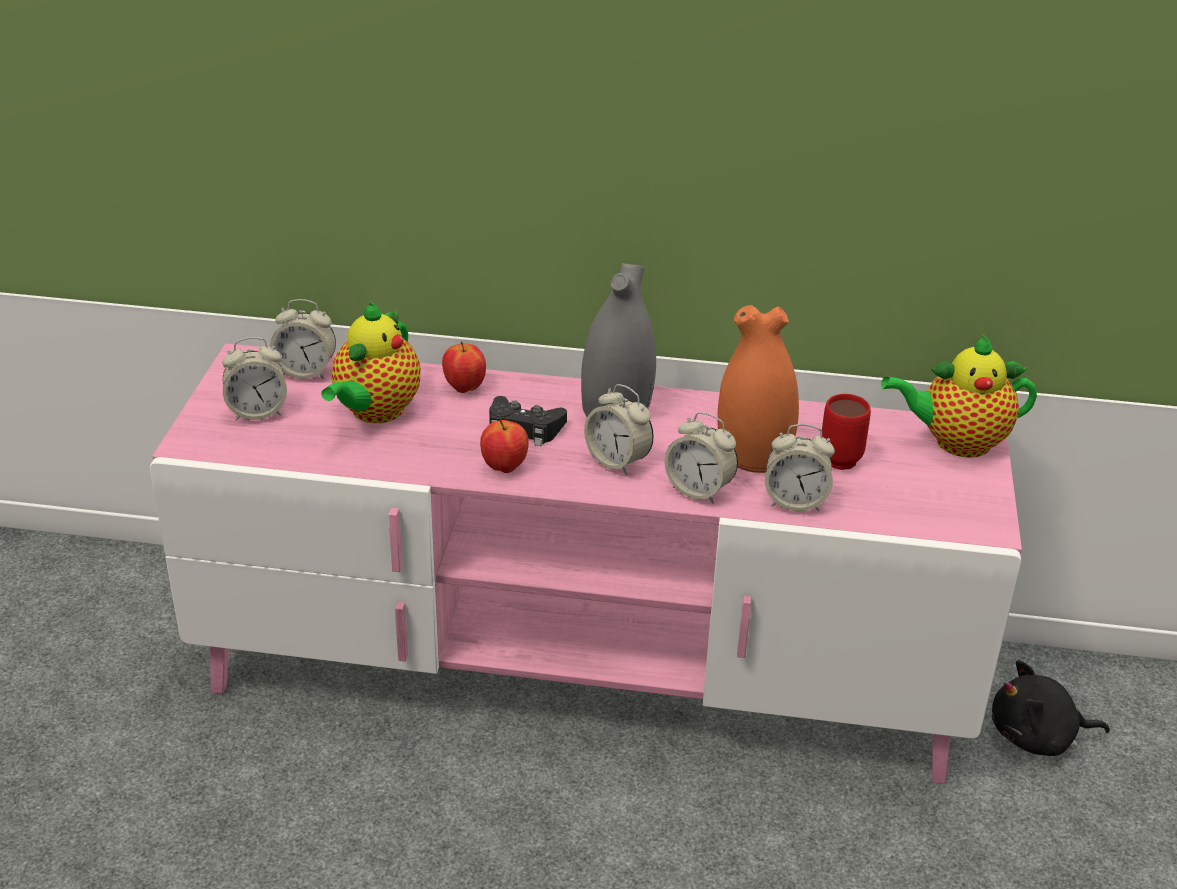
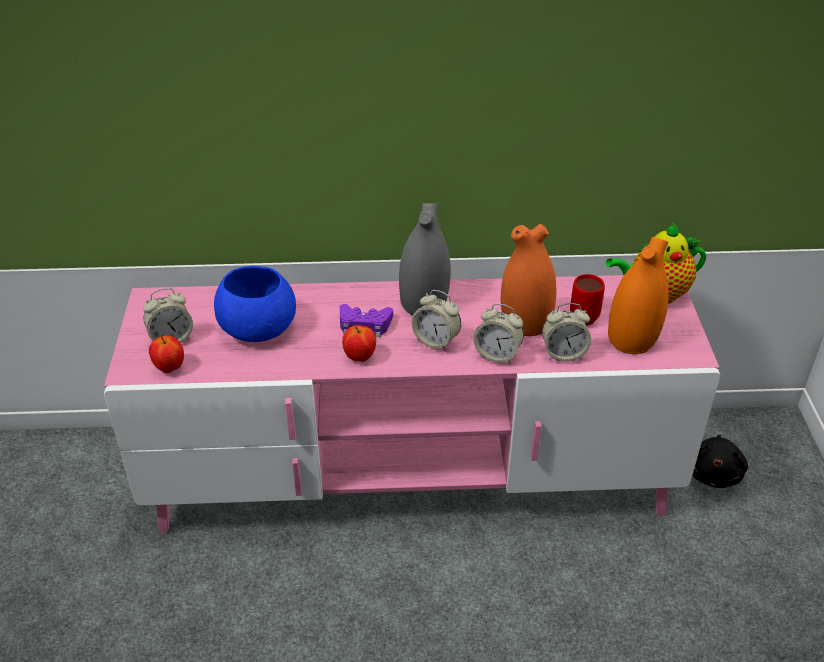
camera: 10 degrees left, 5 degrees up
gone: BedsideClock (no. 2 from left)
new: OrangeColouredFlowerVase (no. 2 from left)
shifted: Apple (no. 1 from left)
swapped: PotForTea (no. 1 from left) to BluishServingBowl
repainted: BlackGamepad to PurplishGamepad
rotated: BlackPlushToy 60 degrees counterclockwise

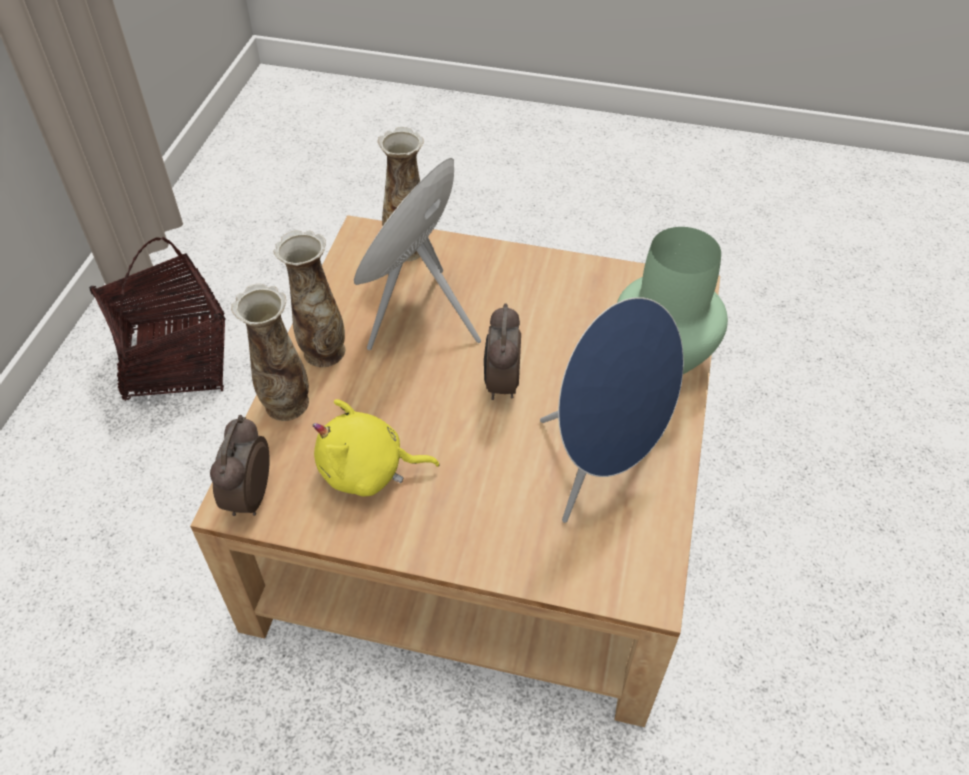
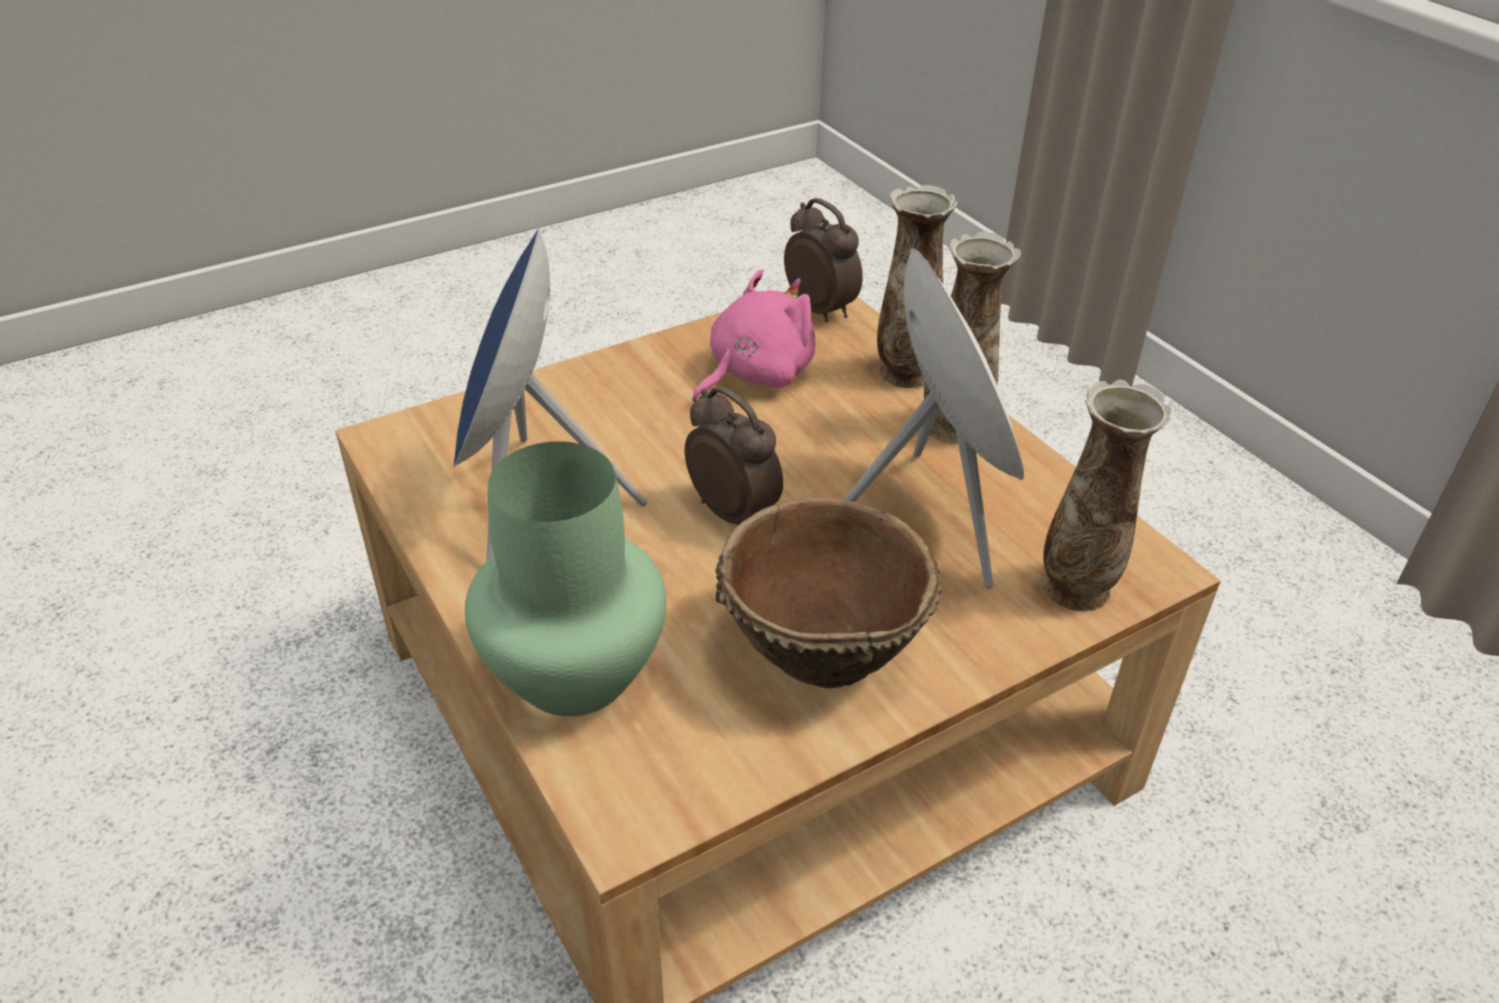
camera: 135 degrees right, 10 degrees down
gone: StorageBasket
new: BrownServingBowl
repainted: YellowishPlushToy to PinkPlushToy

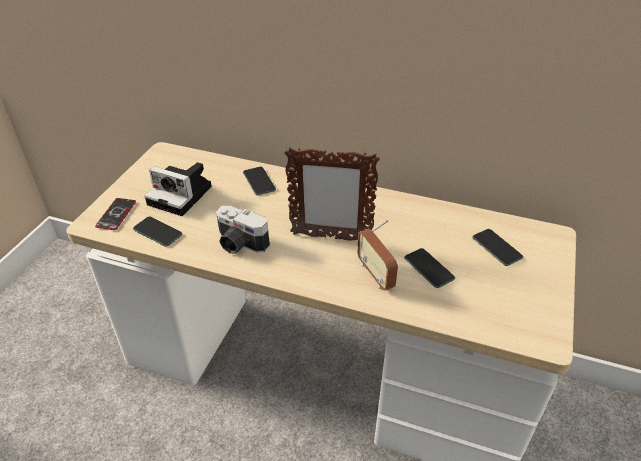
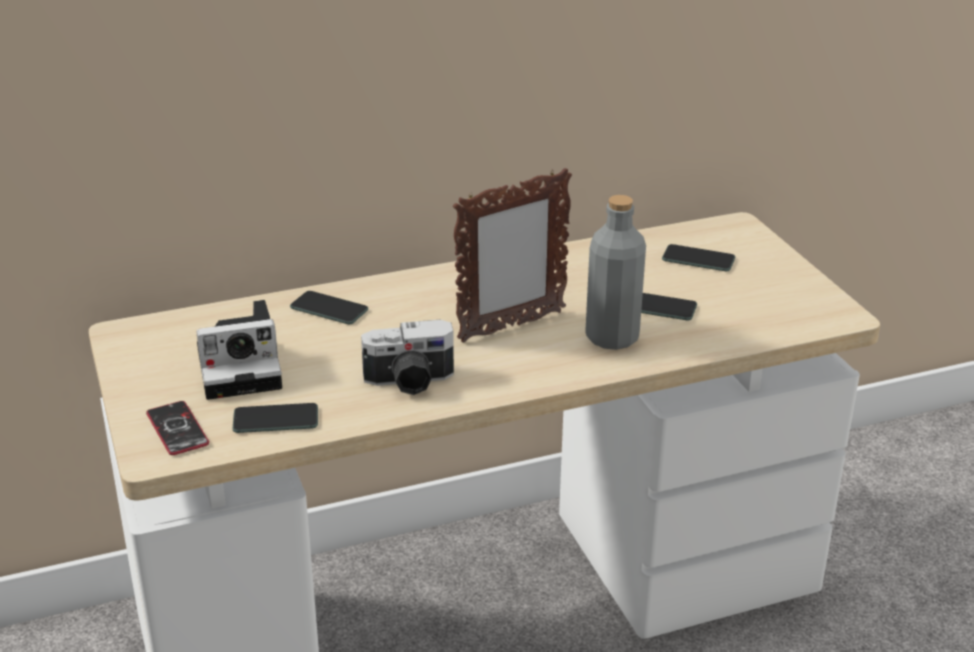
camera: 40 degrees left, 10 degrees down
swapped: RadioReceiver to GreyishBeverageBottle

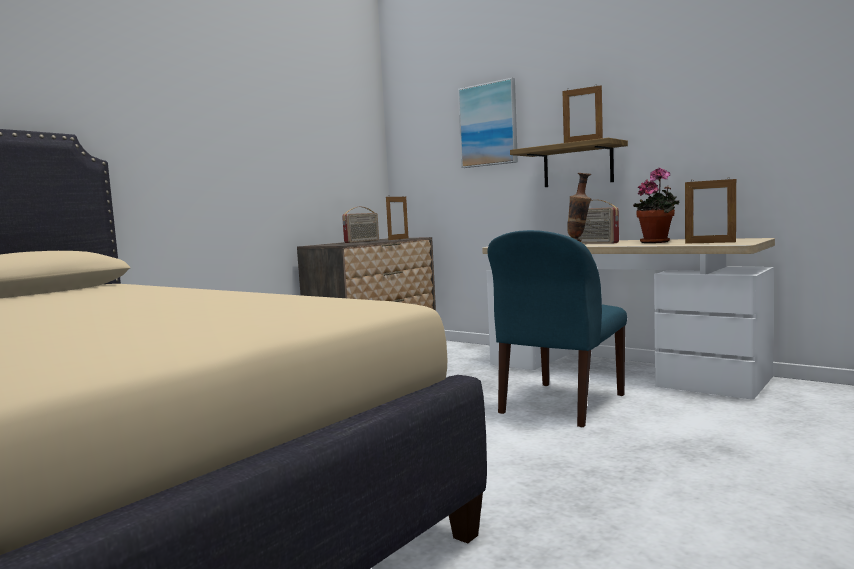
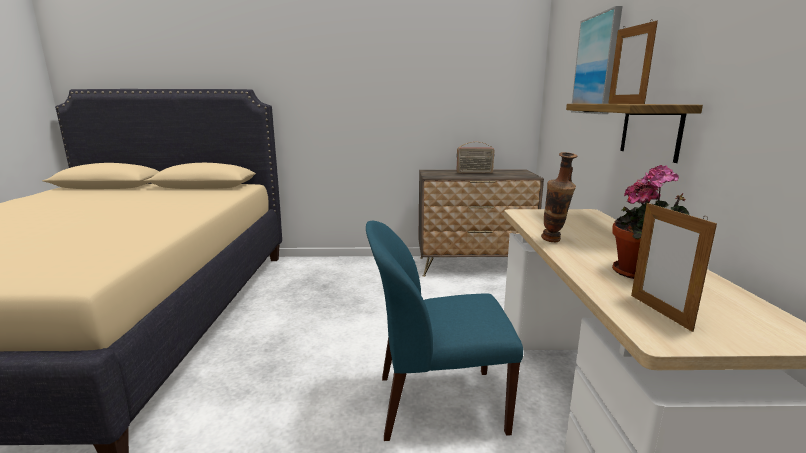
camera: 50 degrees right, 10 degrees up
gone: StandingFrame (no. 1 from left); RadioReceiver (no. 2 from left)

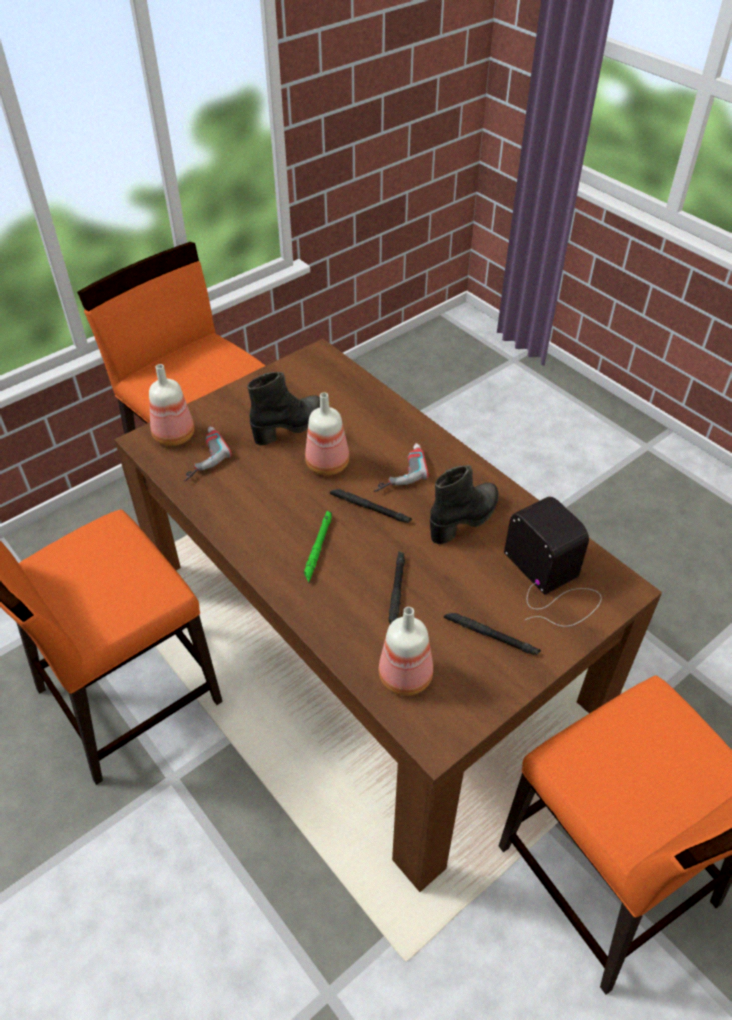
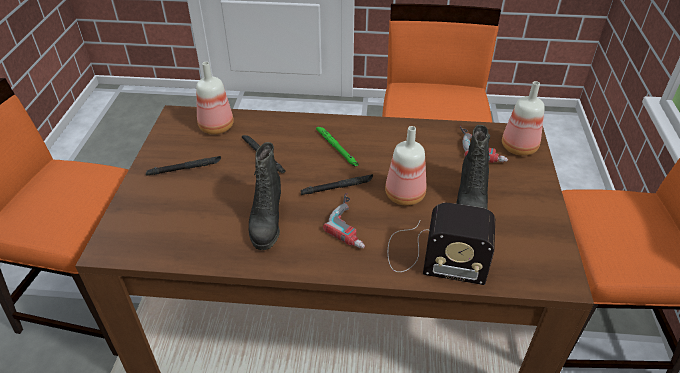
camera: 135 degrees right, 5 degrees down
shifted: RadioReceiver

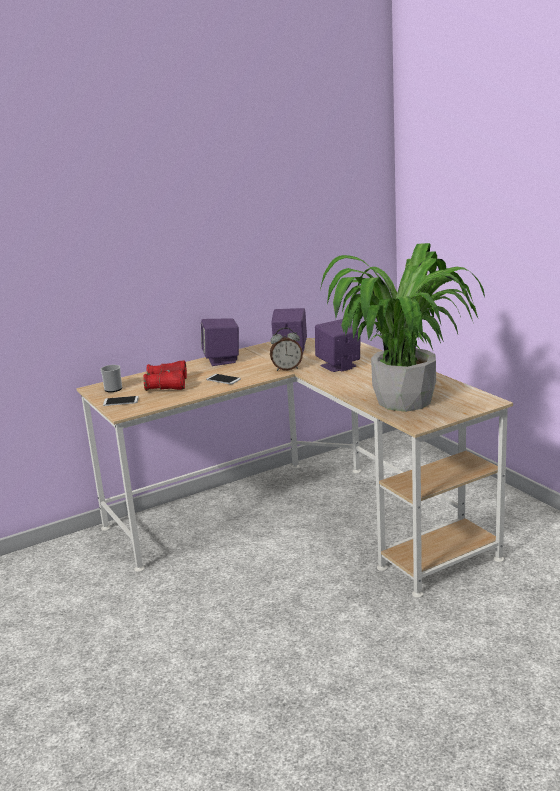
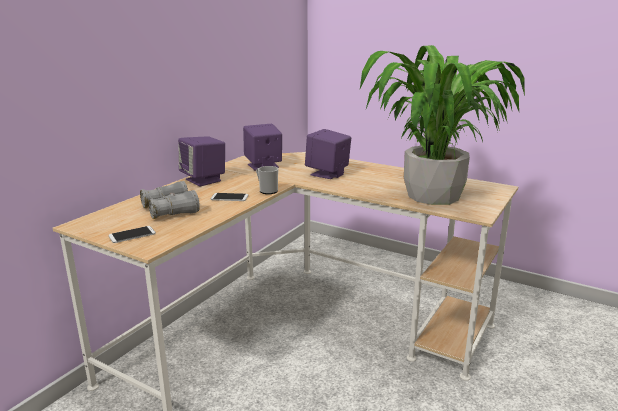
camera: 30 degrees left, 0 degrees up
gone: BedsideClock
shifted: CoffeeMug
repainted: RedFieldGlasses to GreyishFieldGlasses

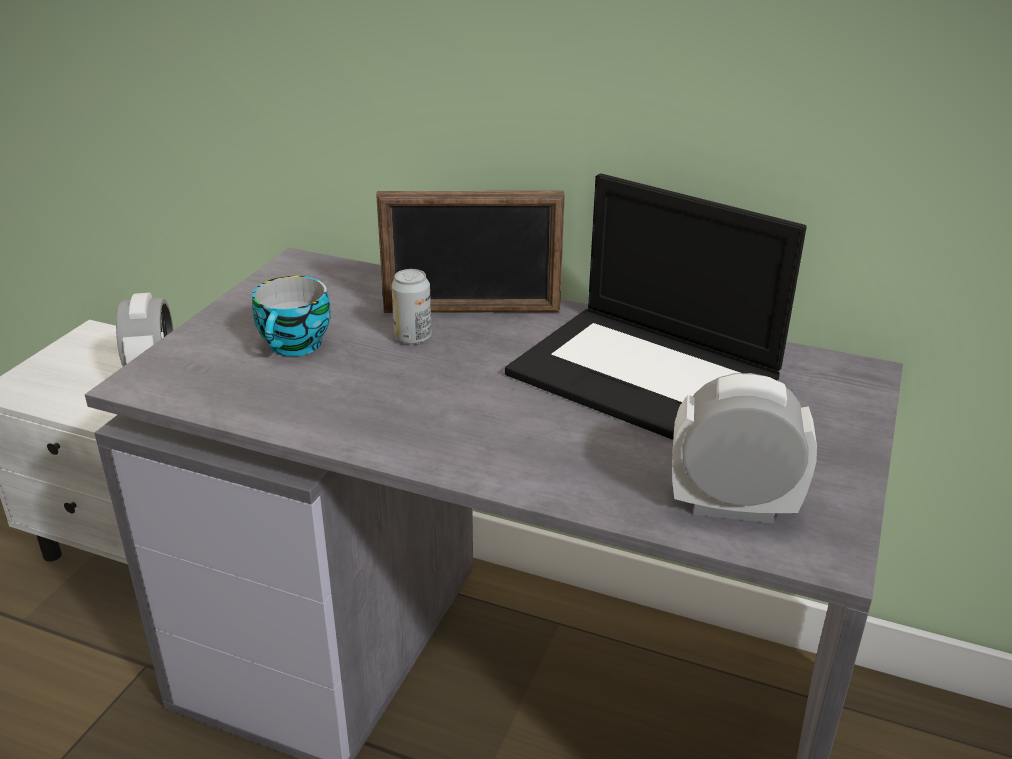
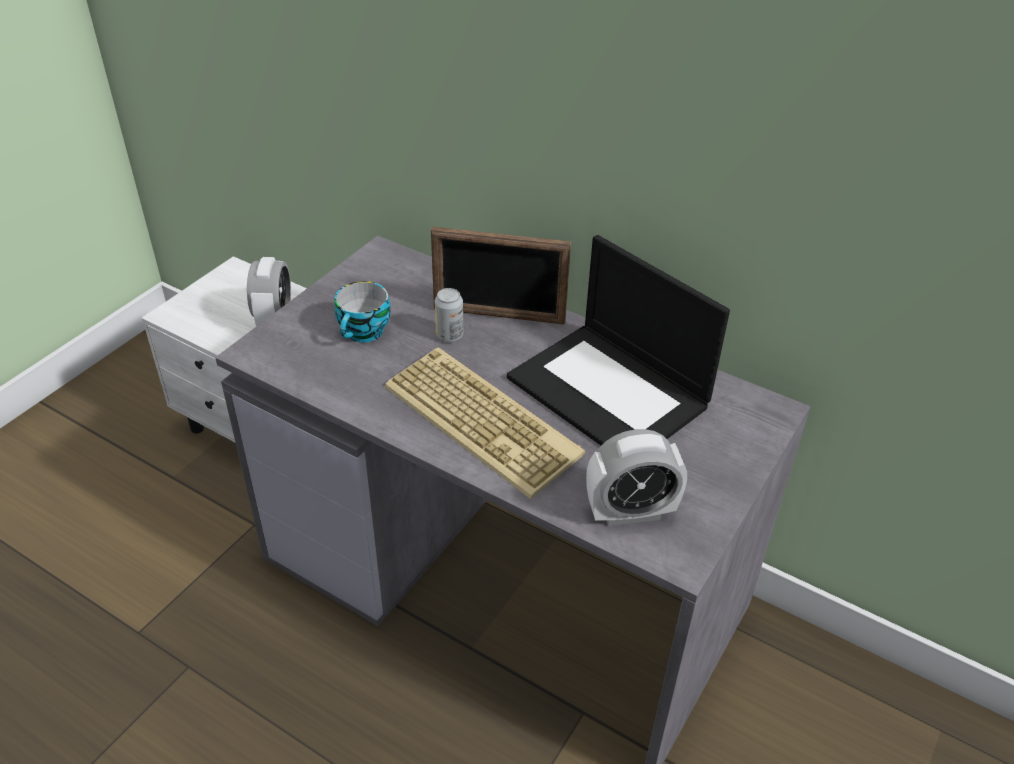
camera: 10 degrees right, 10 degrees up
new: Keyboard
rotated: BedsideClock (no. 2 from left) 150 degrees clockwise

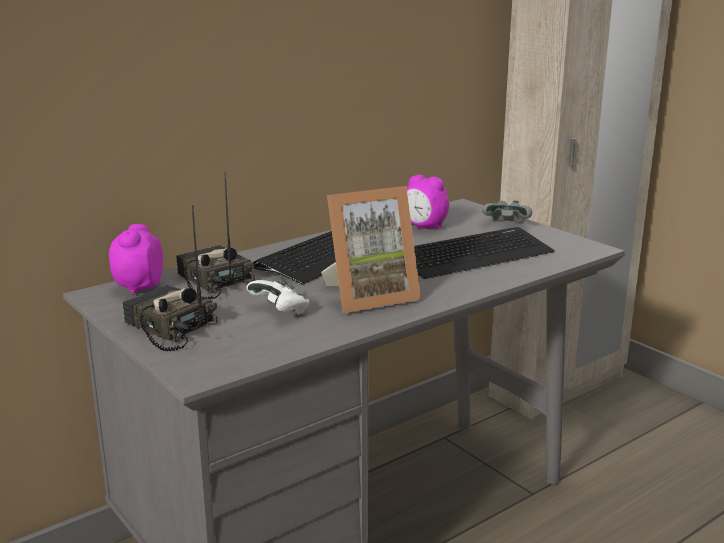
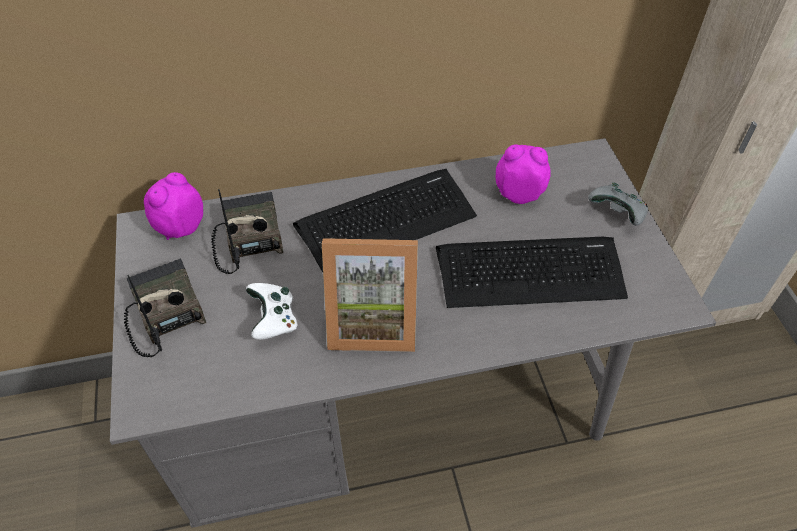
camera: 25 degrees right, 30 degrees up
rotated: BedsideClock (no. 2 from left) 135 degrees clockwise

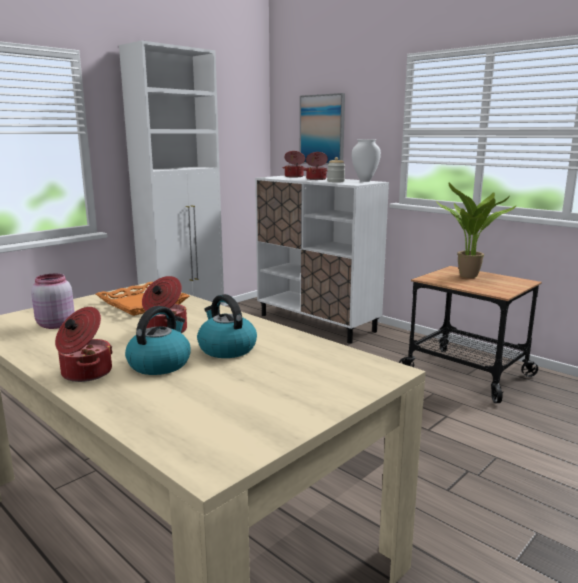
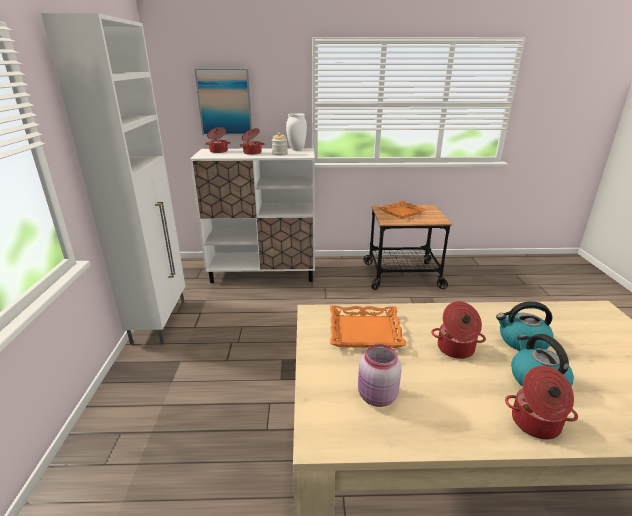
camera: 45 degrees left, 10 degrees up
swapped: Houseplant to OrangeColouredCarryingTray (no. 2 from left)

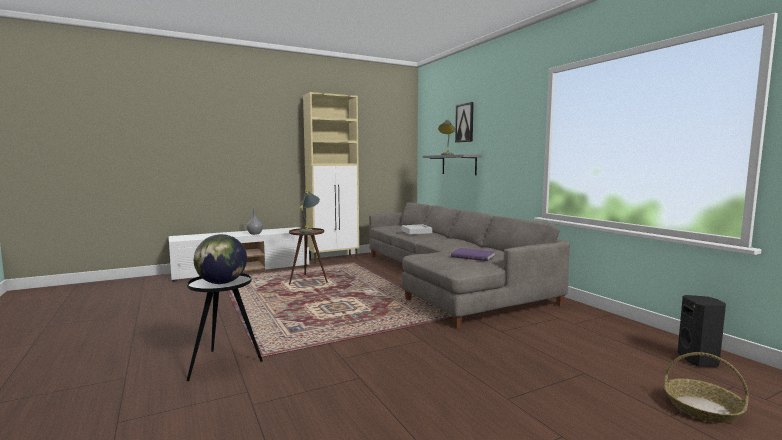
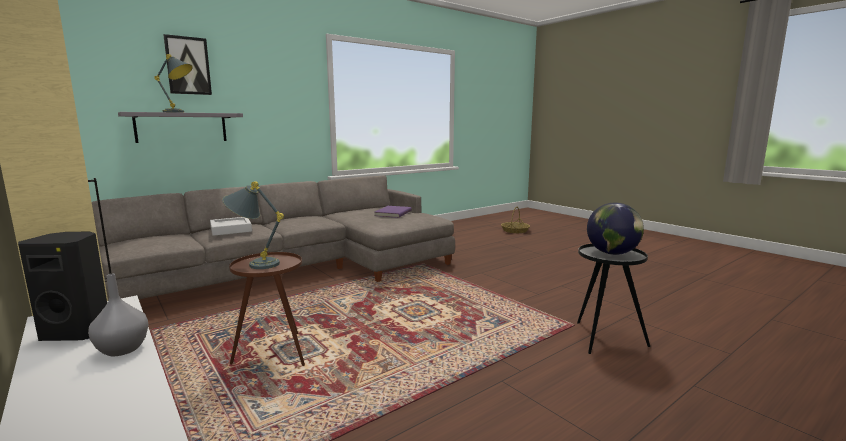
camera: 100 degrees left, 5 degrees up
shifted: BlackLoudspeaker

